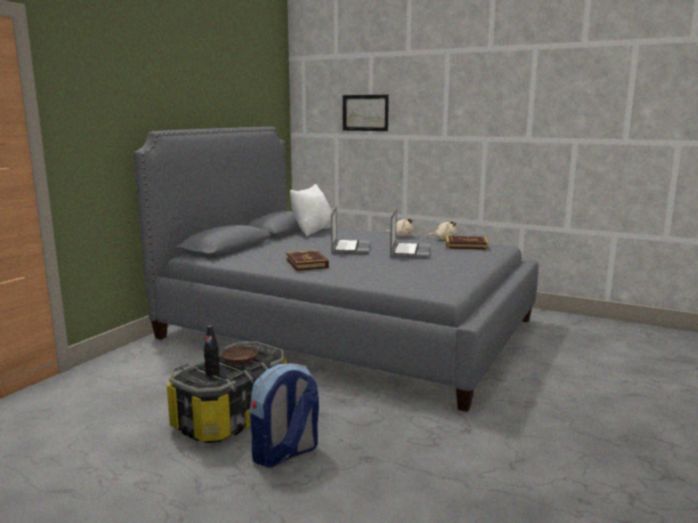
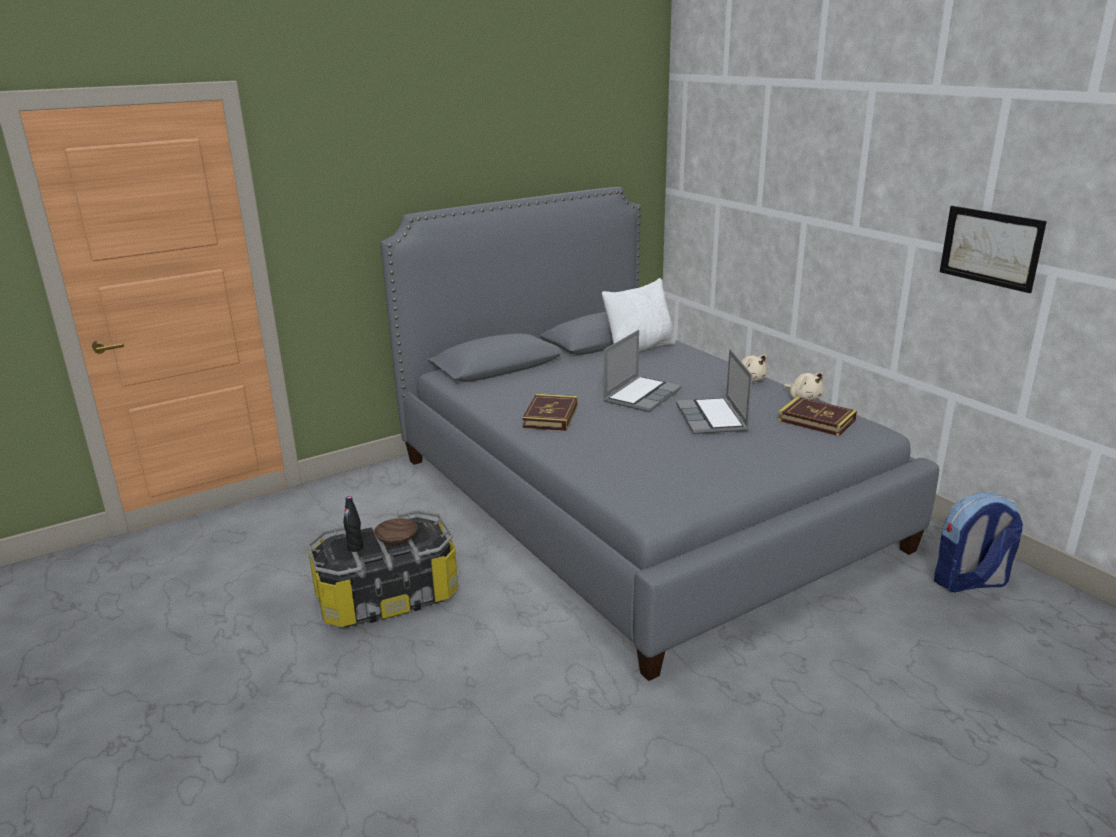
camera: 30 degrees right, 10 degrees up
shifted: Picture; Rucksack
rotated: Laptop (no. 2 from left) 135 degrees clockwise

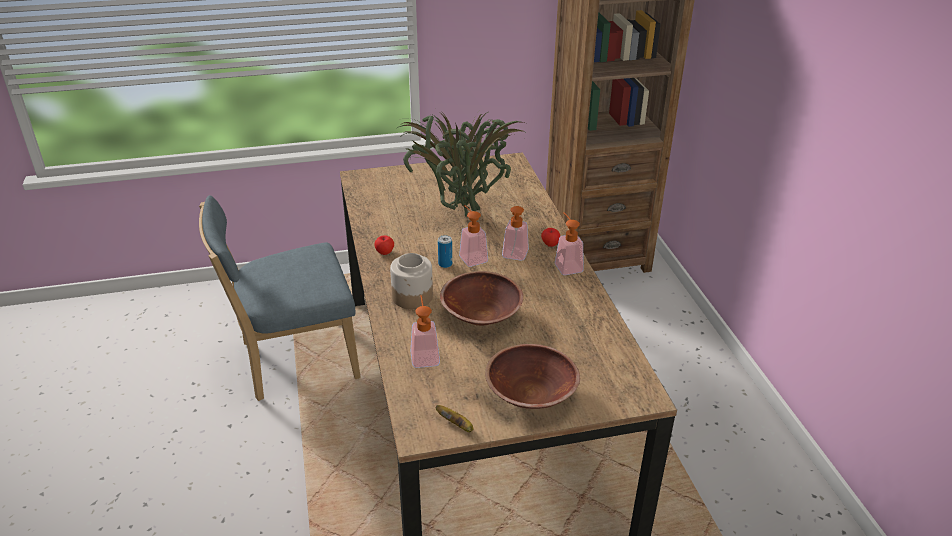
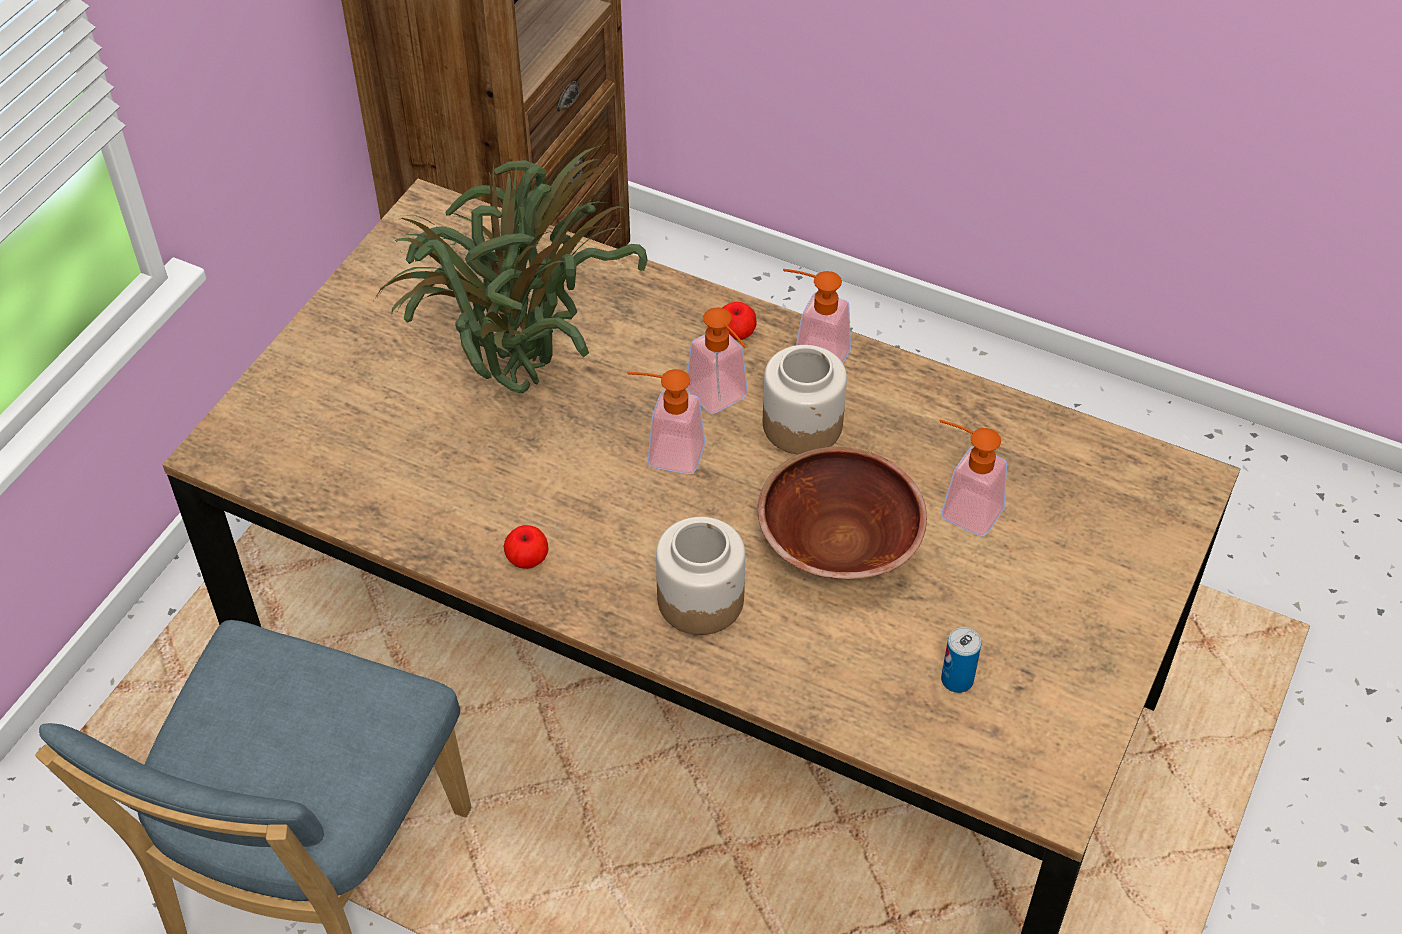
camera: 50 degrees left, 15 degrees up
gone: BrownServingBowl (no. 2 from left); WholeBanana
new: Jar (no. 2 from left)
shifted: Can; SoapBottle (no. 1 from left in the first image) to SoapBottle (no. 4 from left)

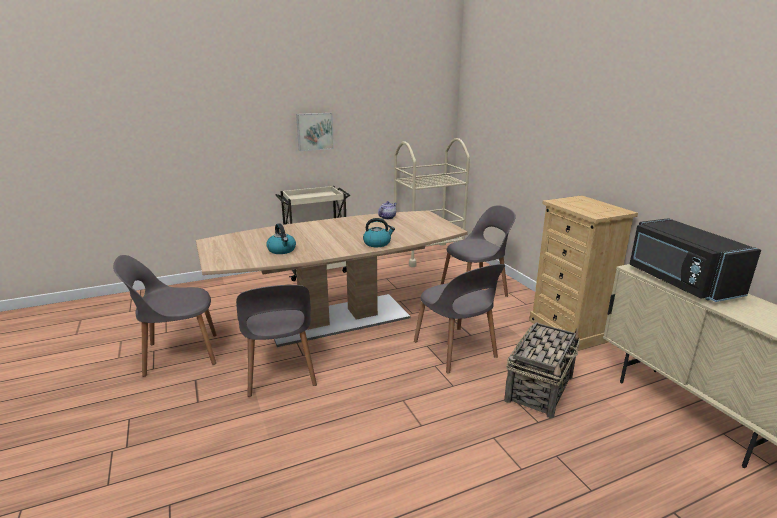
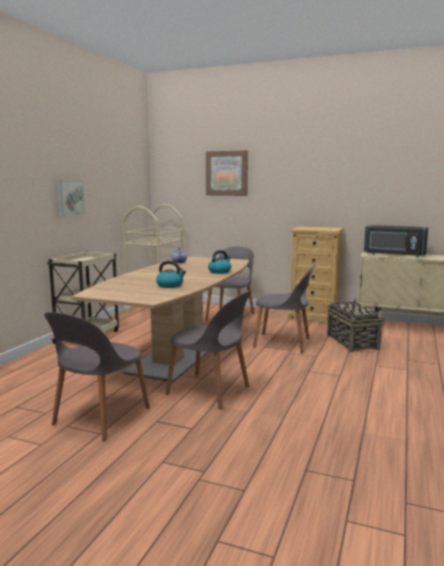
camera: 45 degrees left, 10 degrees down
new: Picture (no. 2 from left)

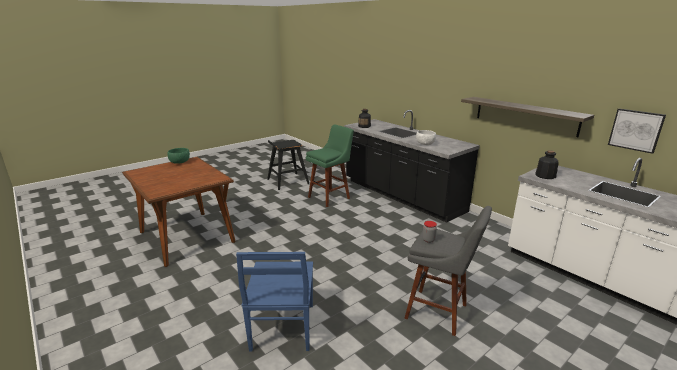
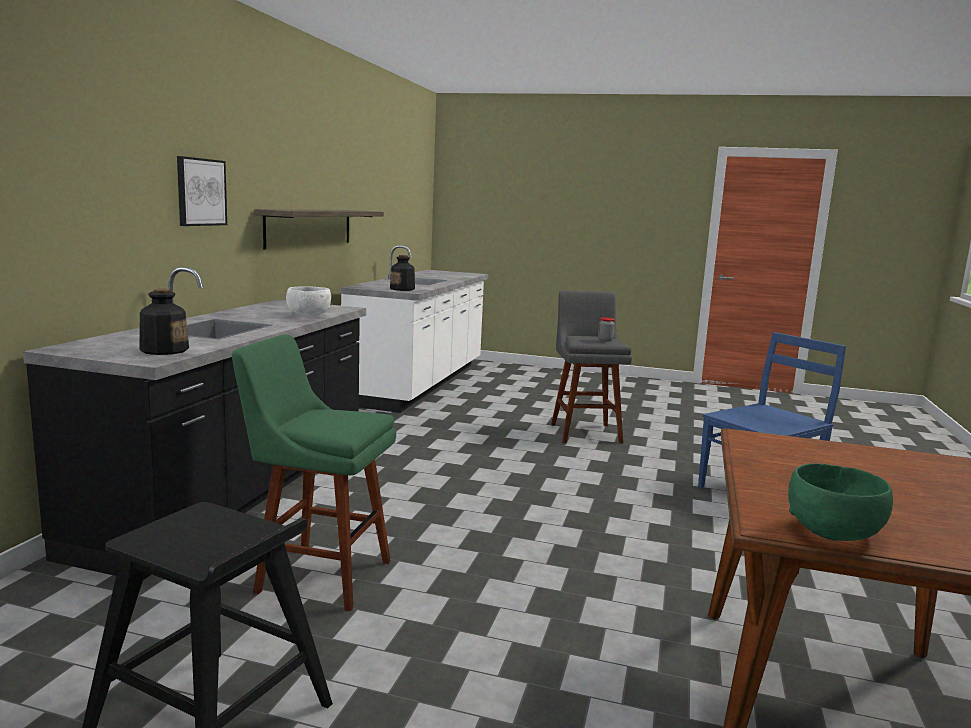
camera: 125 degrees left, 10 degrees down
shifted: Picture

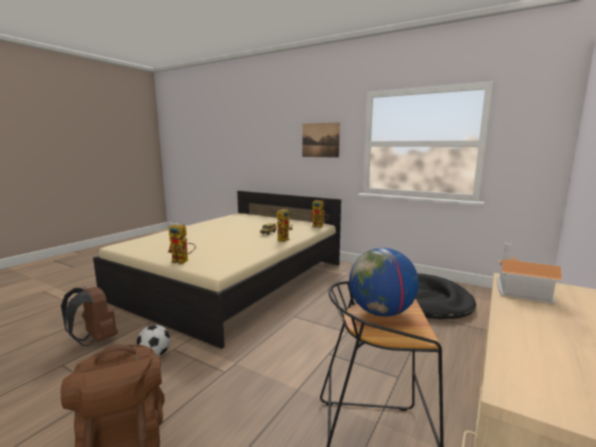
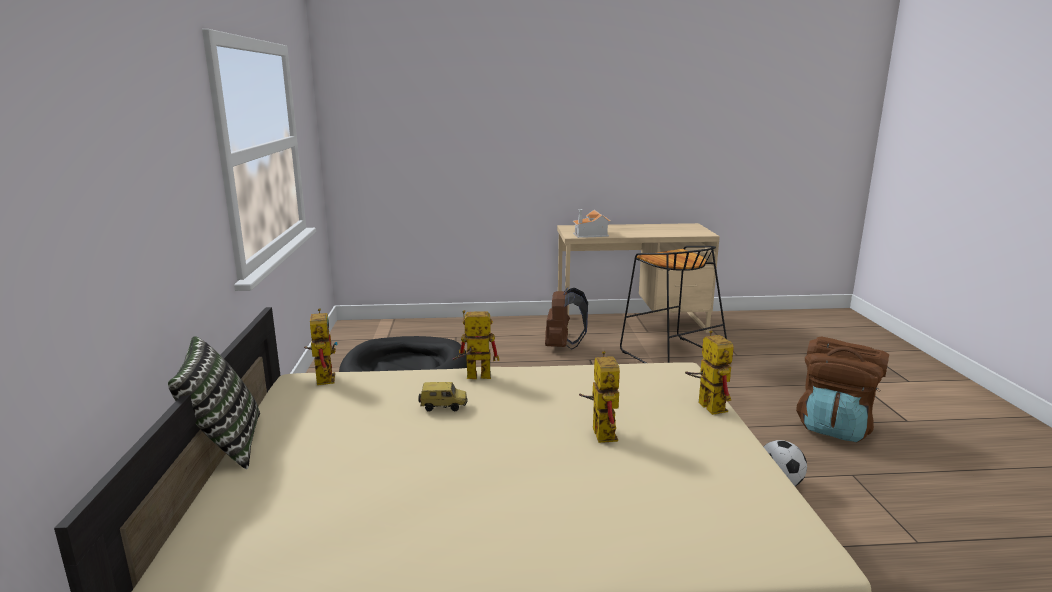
camera: 125 degrees left, 5 degrees up
gone: Picture; Globe
new: ThrowPillow; RobotFigure (no. 3 from left)
shifted: BrownRucksack (no. 1 from left)

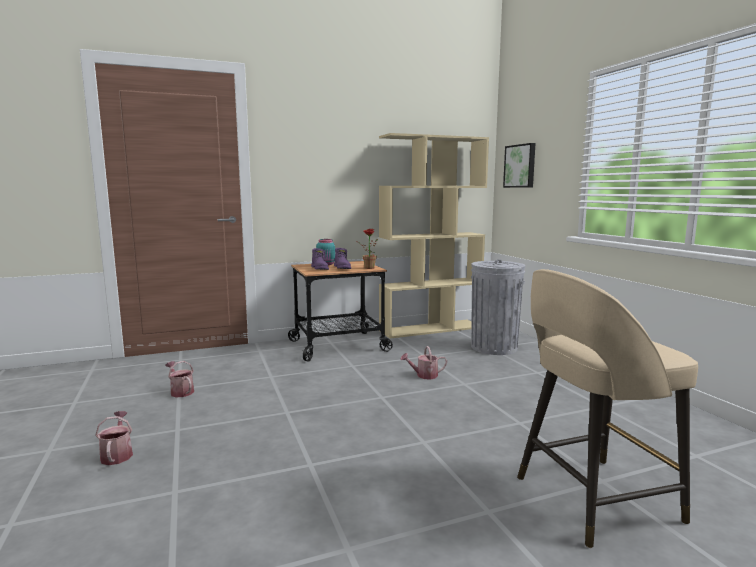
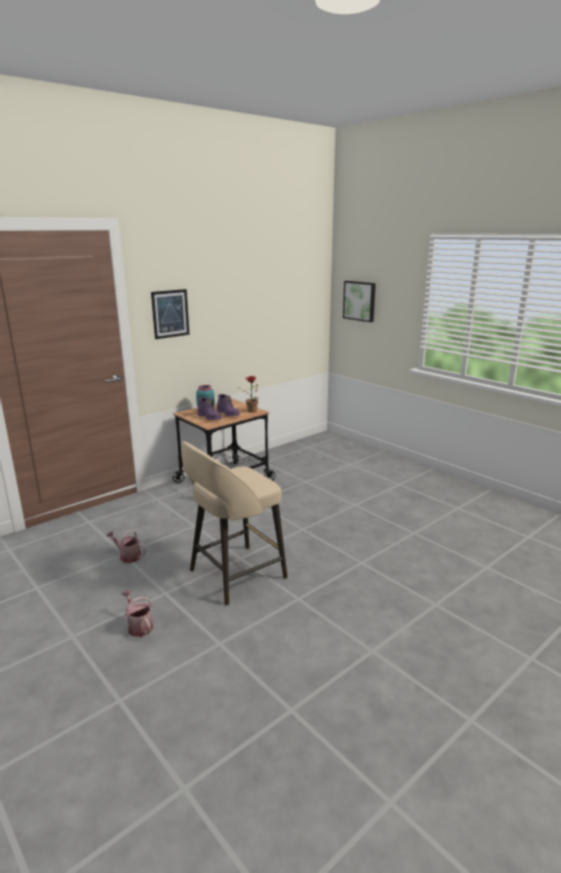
camera: 20 degrees left, 10 degrees up
gone: BeigeShelvingUnit; GreyishRubbishBin; WateringPot (no. 3 from left)
new: Picture (no. 1 from left)
shifted: BeigeStoolSeat

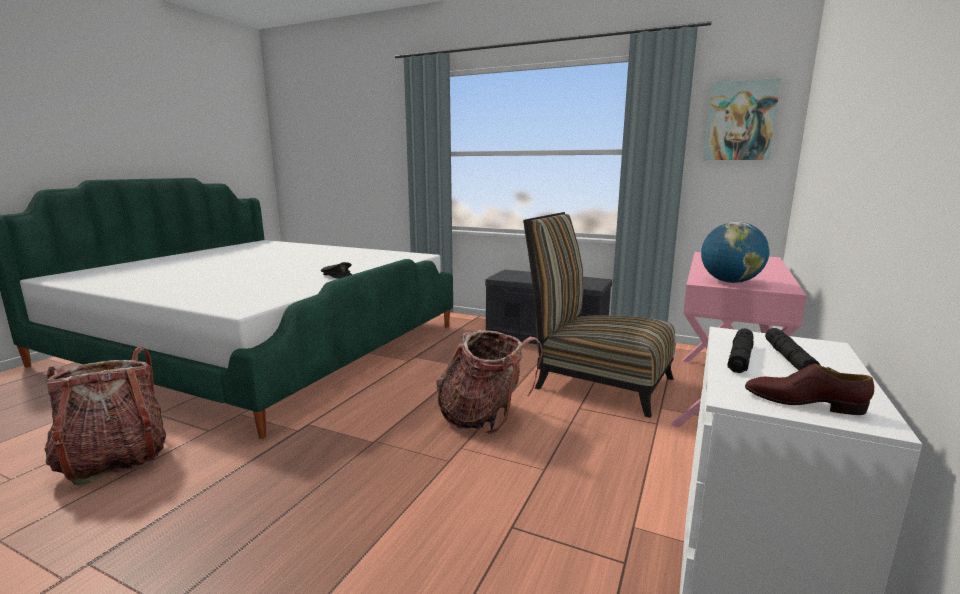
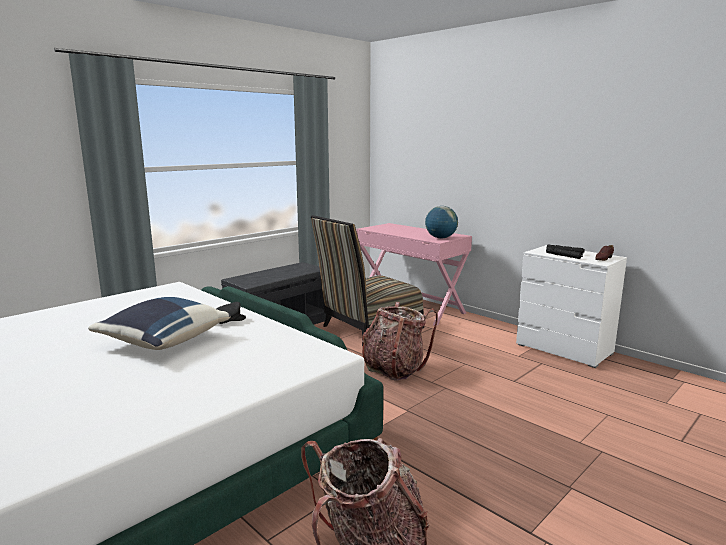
camera: 70 degrees left, 0 degrees up
gone: Picture
new: BluishThrowPillow

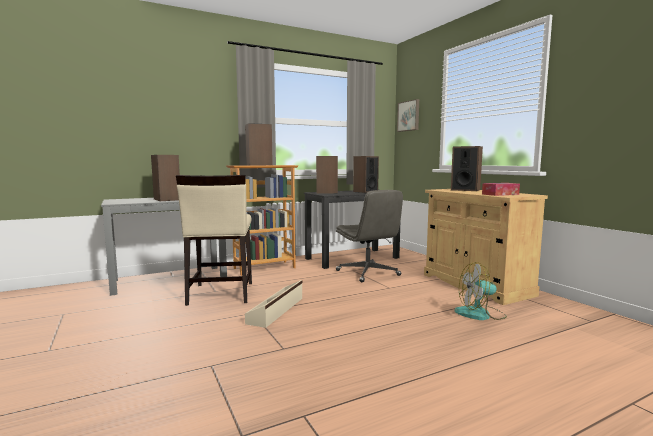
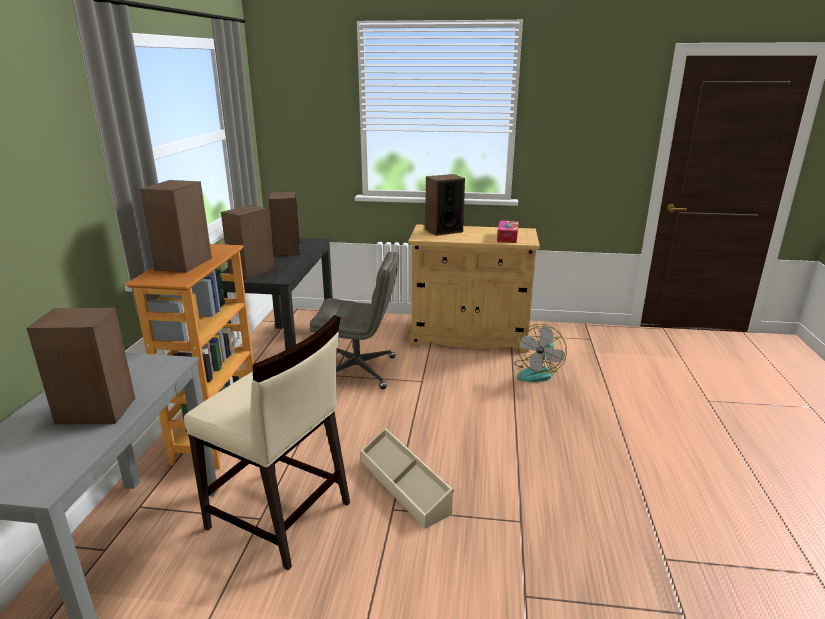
camera: 55 degrees left, 15 degrees up
gone: Picture

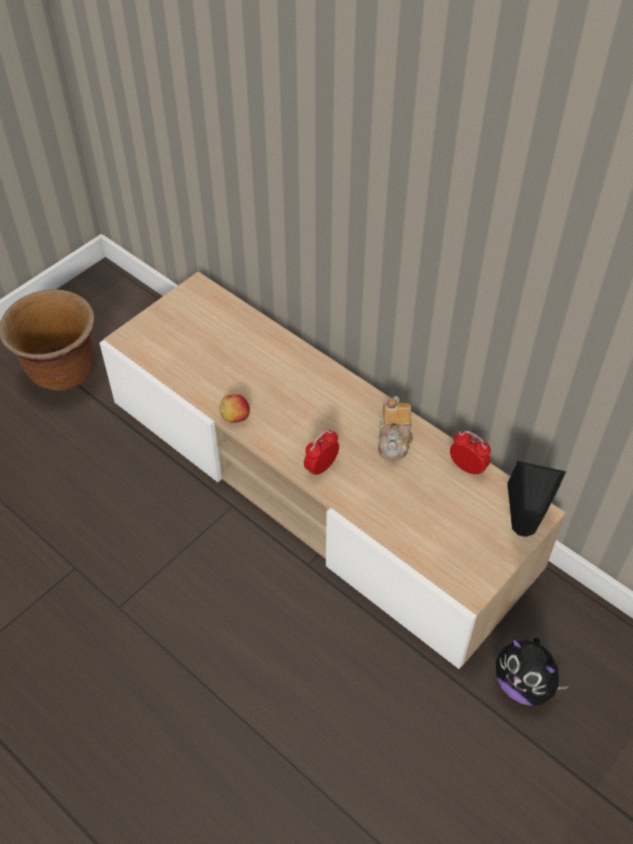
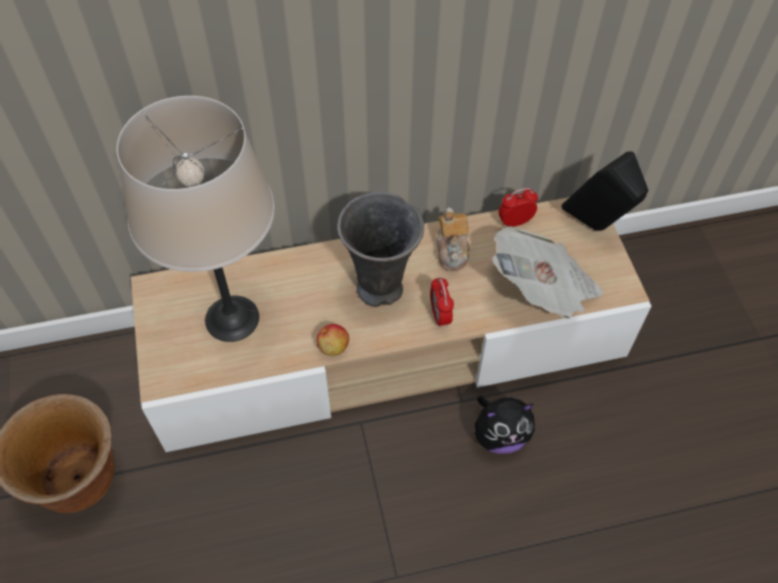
camera: 55 degrees left, 5 degrees up
new: BeigeTabletopLamp; GreyishFlowerVase; DailyPaper
shifted: PlushToy
rotated: PotForTea 45 degrees clockwise

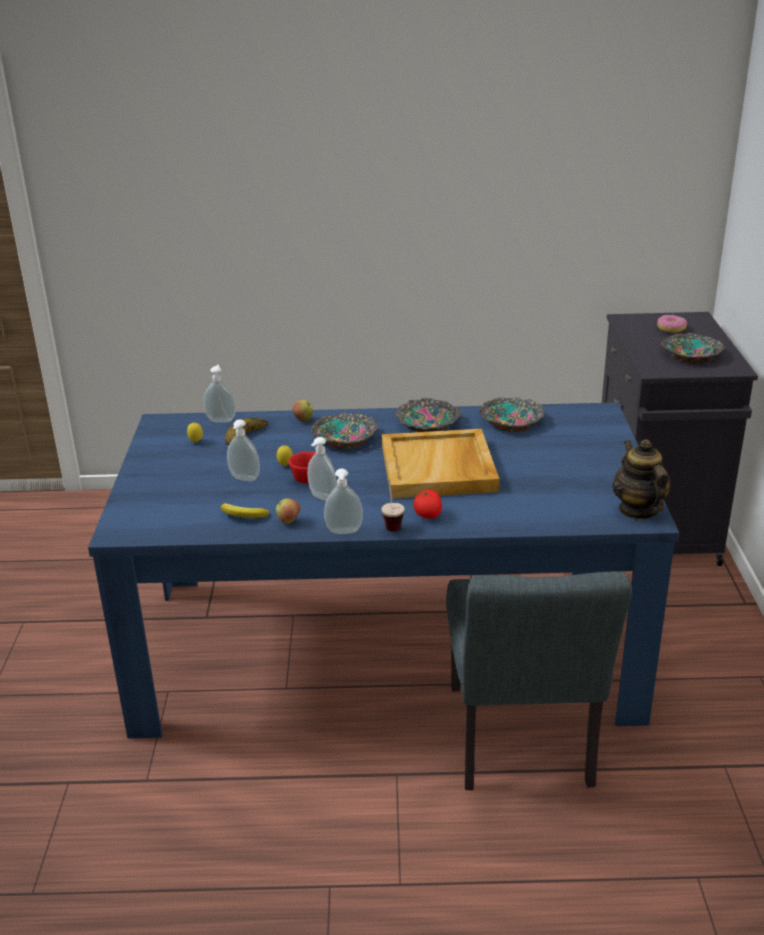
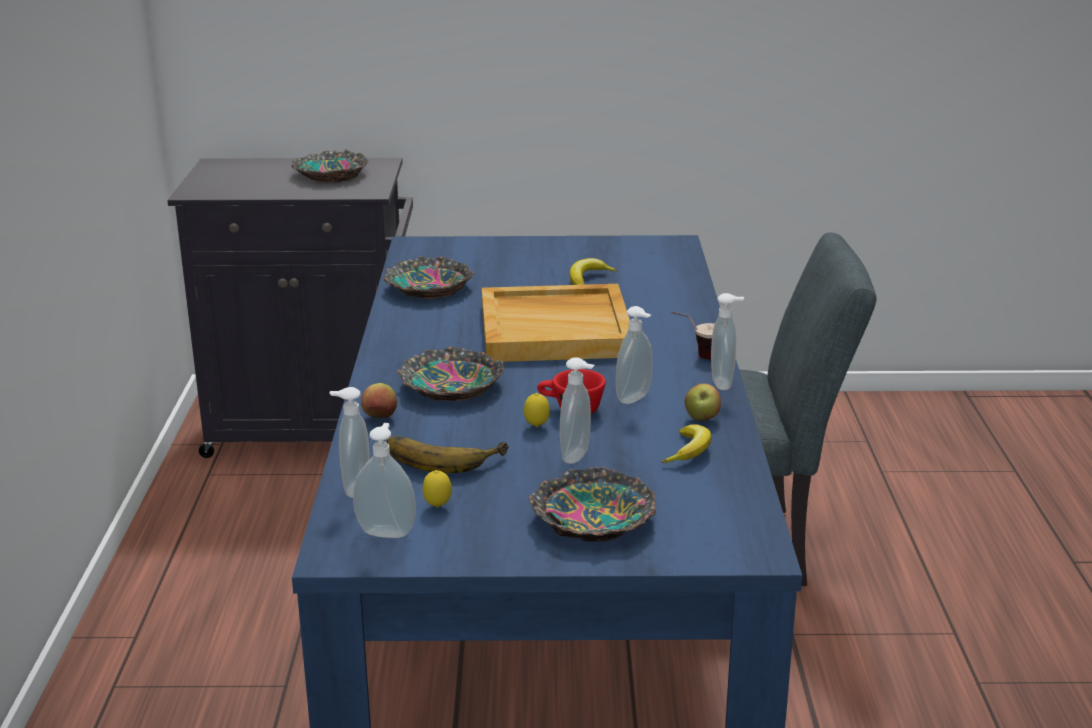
camera: 90 degrees left, 5 degrees down
gone: Donut; PotForTea; FreshTomato
new: WholeBanana (no. 2 from left); SoapBottle (no. 2 from left)
shifted: ServingBowl (no. 2 from left in the first image) to ServingBowl (no. 4 from left)

